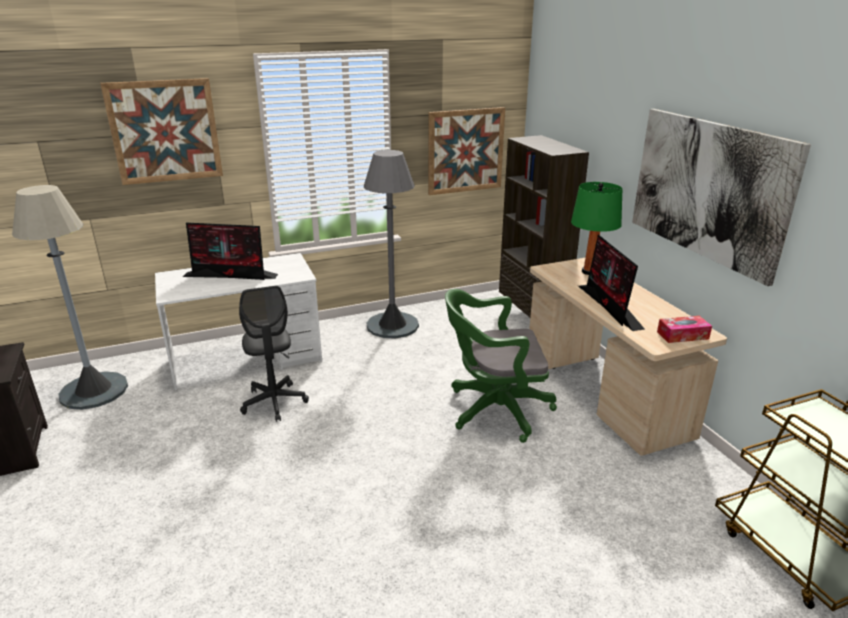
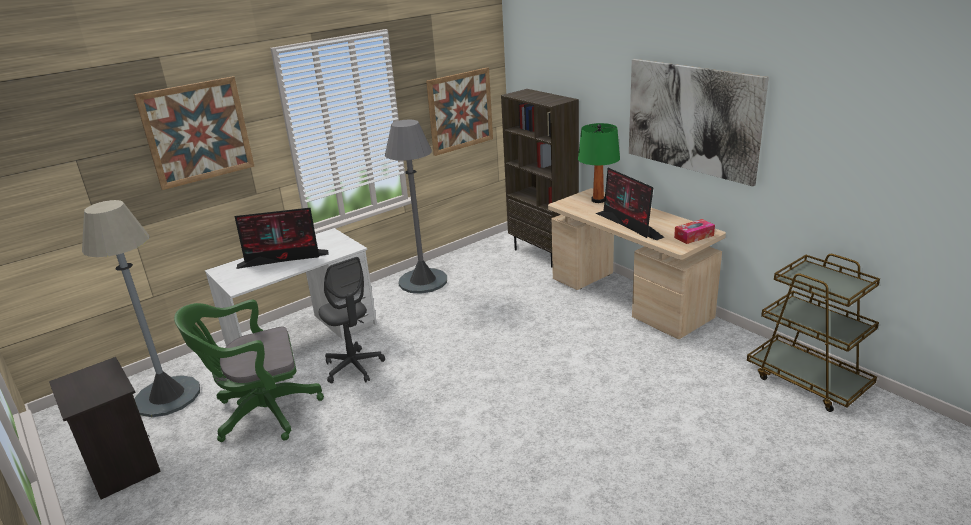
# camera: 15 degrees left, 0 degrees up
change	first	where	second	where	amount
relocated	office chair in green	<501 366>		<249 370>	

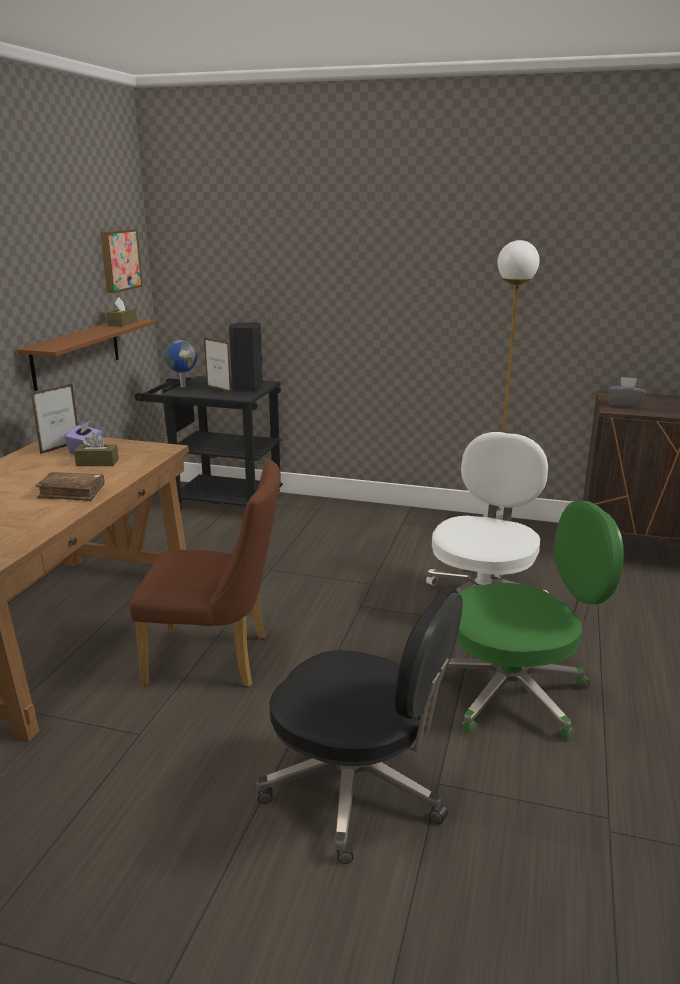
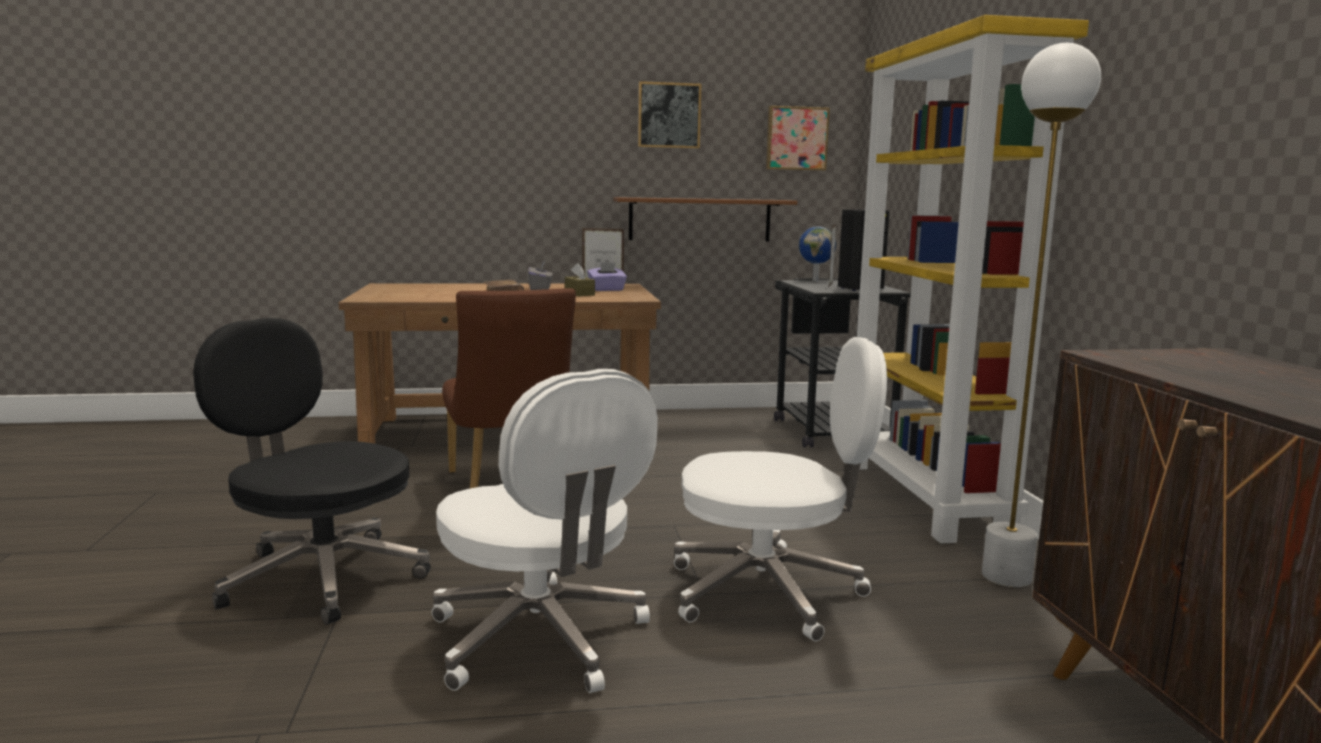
# camera: 65 degrees right, 10 degrees down
change	first	where	second	where	amount
missing	tissue box in brown	<122 312>			
spun	office chair in black	<360 725>		<312 471>	120 degrees clockwise
colour	office chair in green	<533 620>	office chair in white	<545 531>	
relocated	tissue box in grey	<627 392>		<540 275>	
appeared			picture	<670 115>	
appeared			bookcase in yellow	<973 279>	

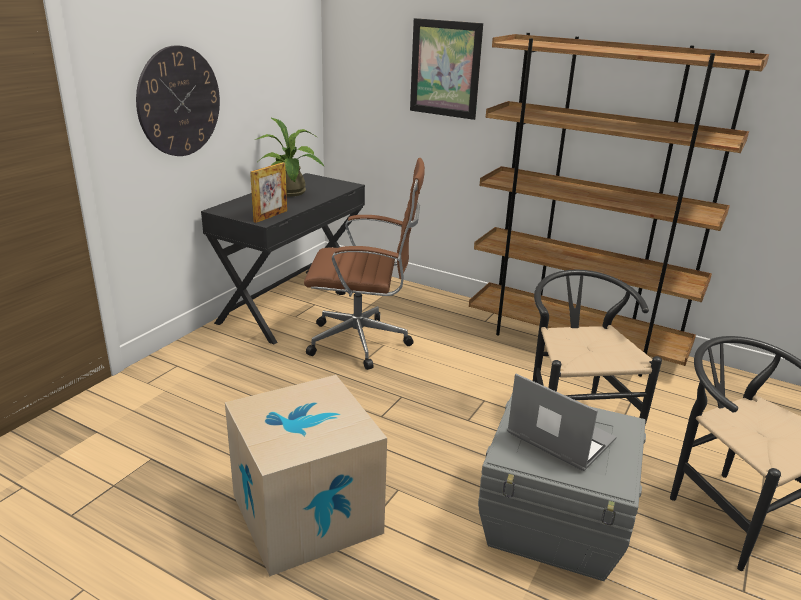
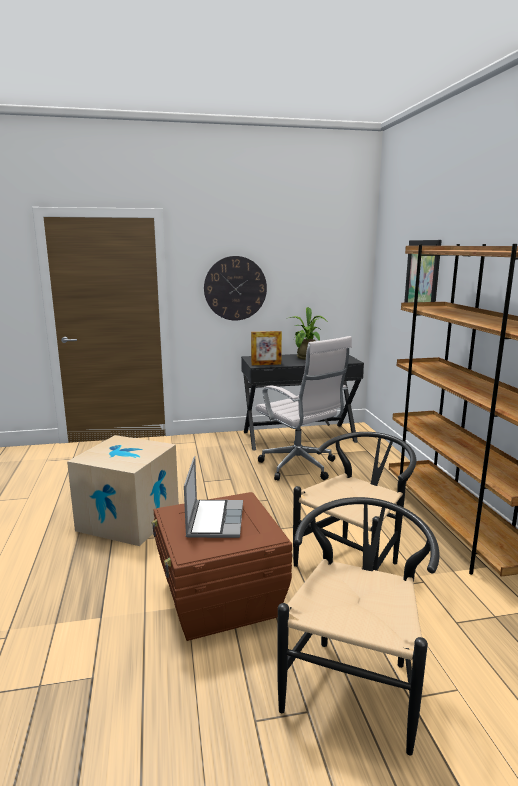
# camera: 50 degrees right, 10 degrees down
change	first	where	second	where	amount
colour	office chair in brown	<364 264>	office chair in white	<303 408>	
colour	storage box in grey	<562 486>	storage box in brown	<222 566>	

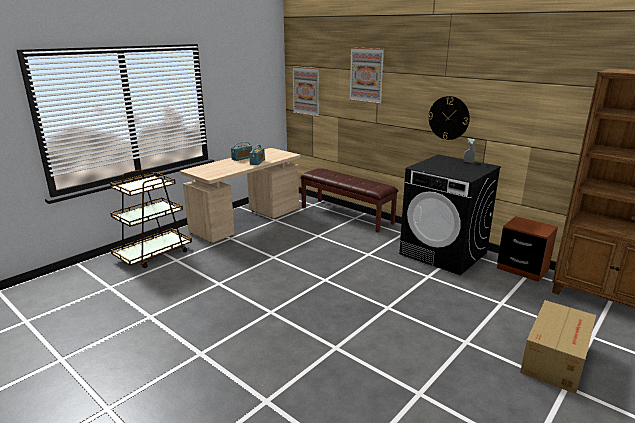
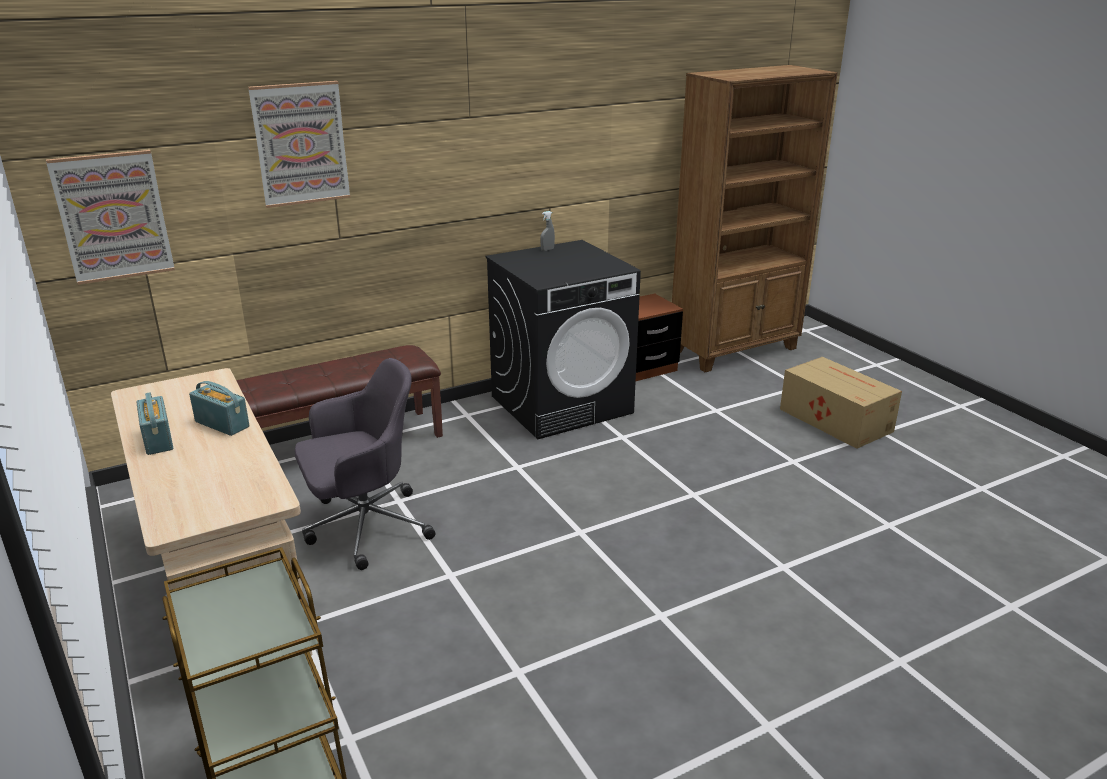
# camera: 70 degrees left, 5 degrees up
change	first	where	second	where	amount
missing	wall clock	<449 118>			
appeared			office chair in grey	<365 464>	

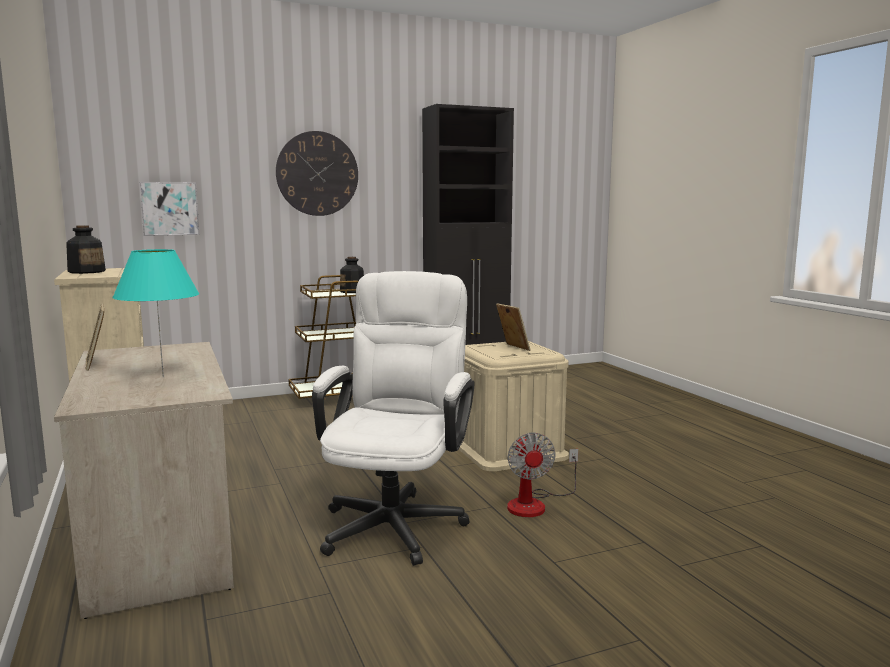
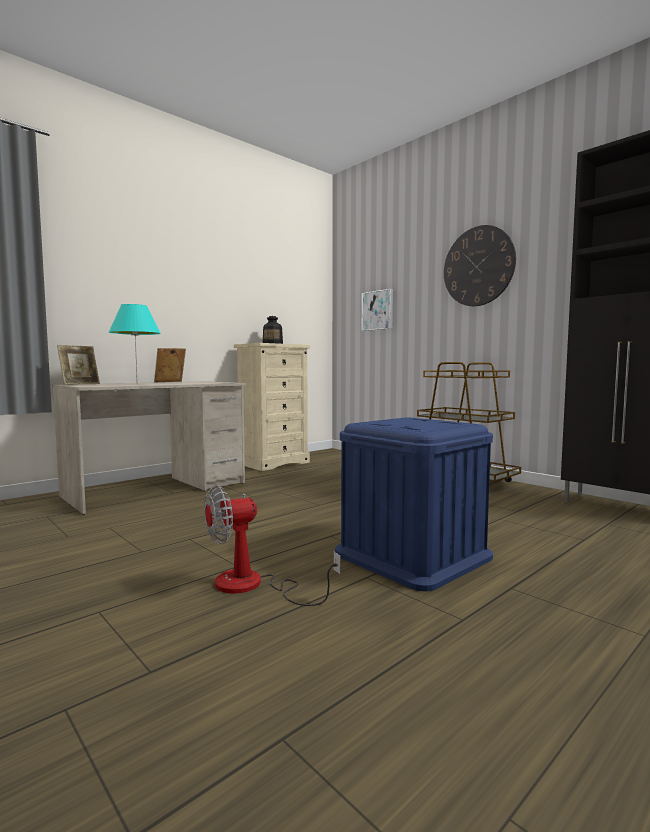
# camera: 70 degrees right, 5 degrees down
change	first	where	second	where	amount
missing	office chair in white	<393 418>			
missing	bottle	<352 275>			
colour	storage box in beige	<513 406>	storage box in blue	<414 504>	
relocated	picture frame	<513 327>		<78 365>	

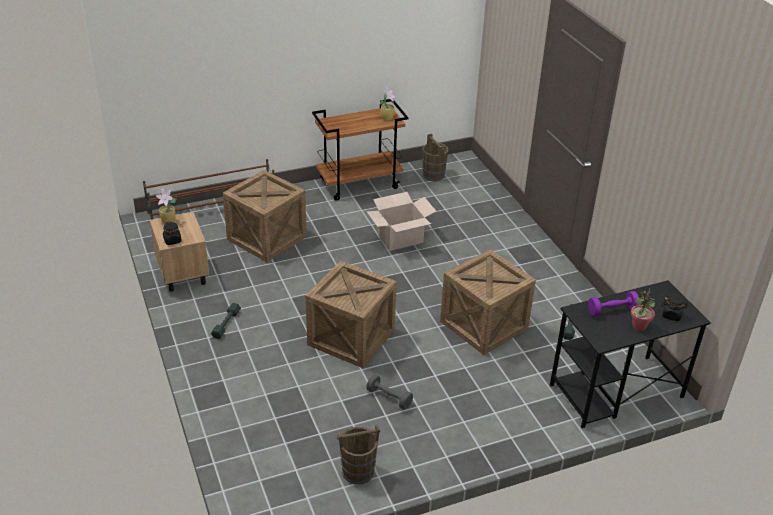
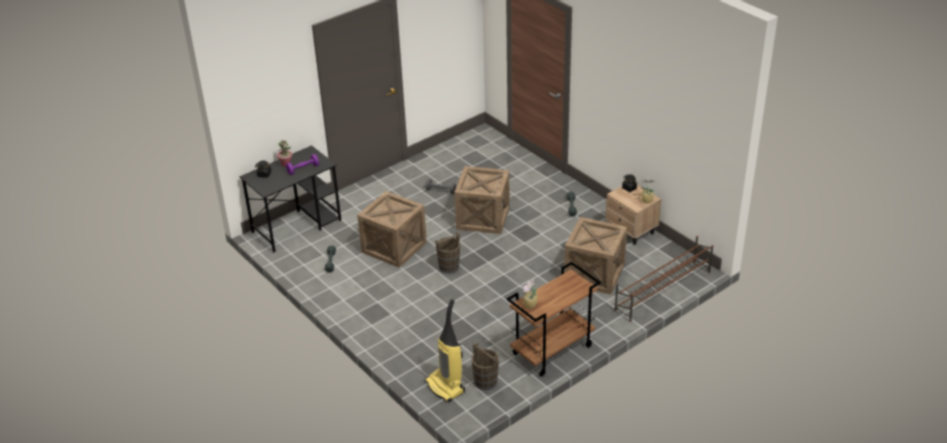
# camera: 165 degrees right, 0 degrees up
change	first	where	second	where	amount
relocated	bucket in brown	<358 454>		<447 253>	
missing	cardboard box	<401 221>			
appeared			vacuum cleaner	<445 351>	

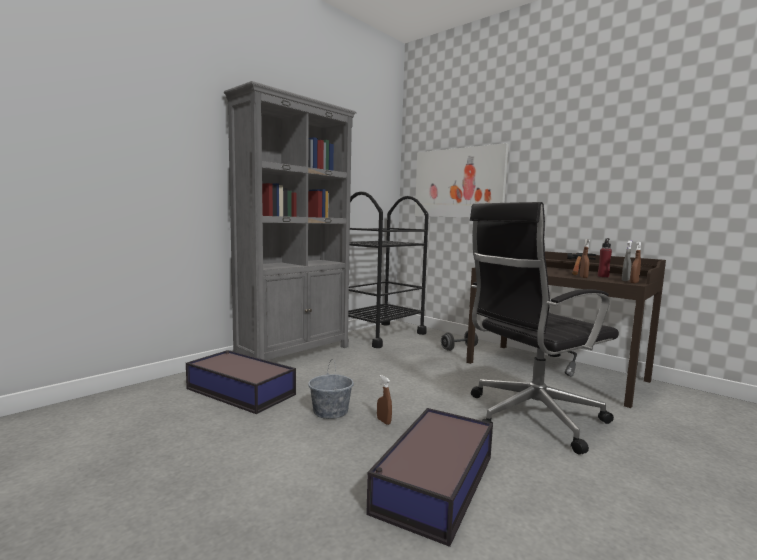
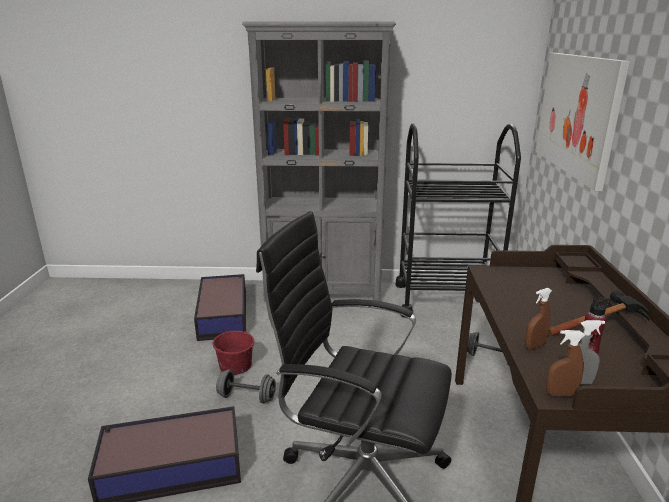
# camera: 50 degrees right, 15 degrees up
change	first	where	second	where	amount
colour	bucket in grey	<331 389>	bucket in red	<233 348>	
exchanged	spray bottle in brown	<384 400>	dumbbell in grey	<246 386>	

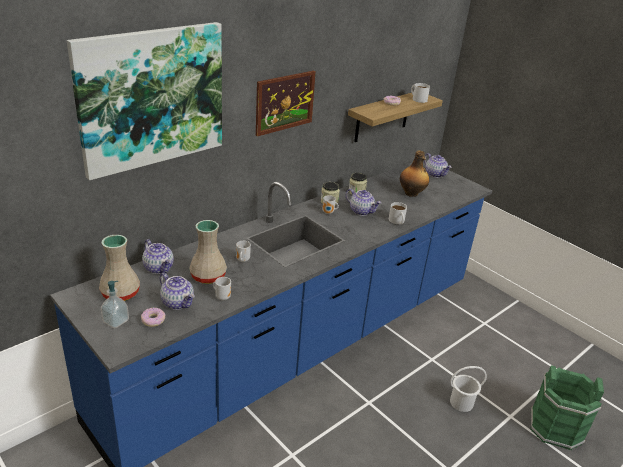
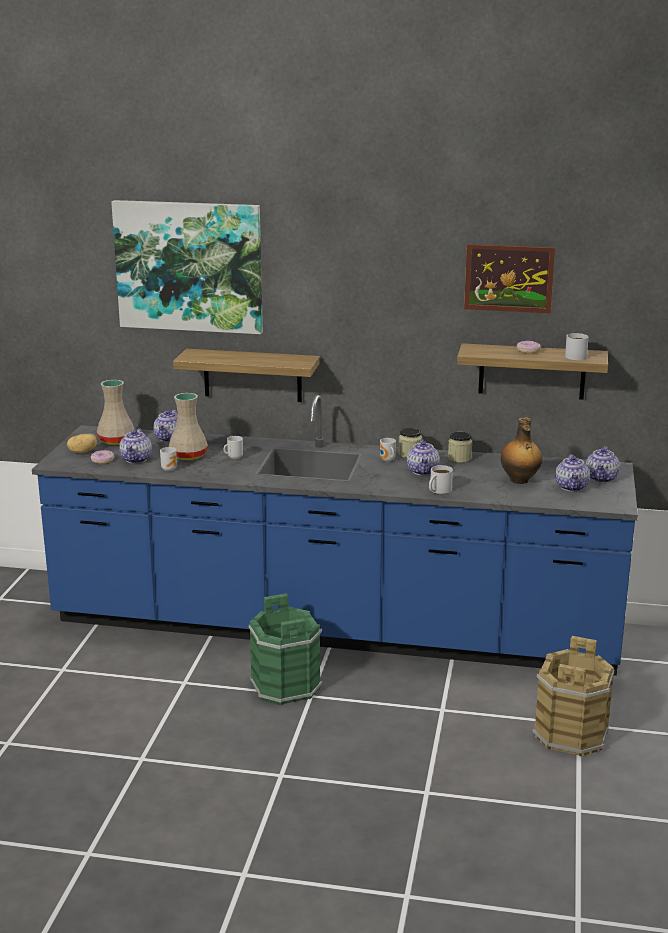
# camera: 55 degrees right, 10 degrees down
change	first	where	second	where	amount
exchanged	soap dispenser	<115 304>	potato	<82 443>	
relocated	picture	<286 103>		<509 278>	
missing	bucket in white	<468 389>			
relocated	bucket in green	<567 407>		<285 649>	
appeared			shelf	<246 375>	
appeared			bucket in brown	<573 696>	
appeared			teapot	<572 472>	

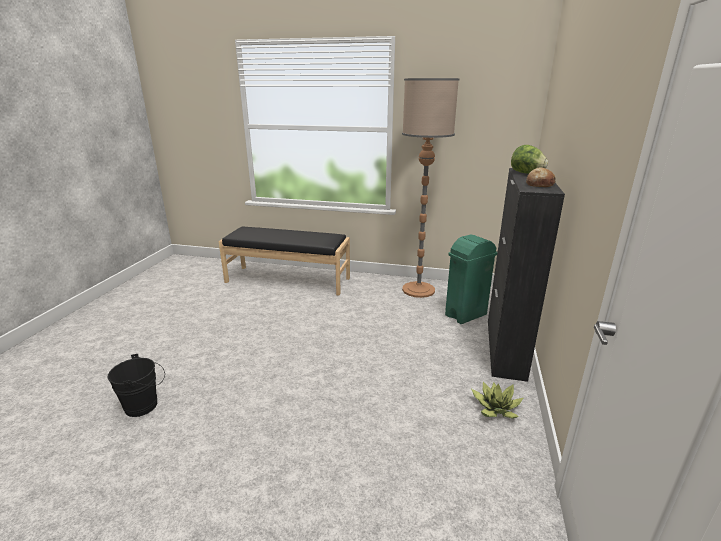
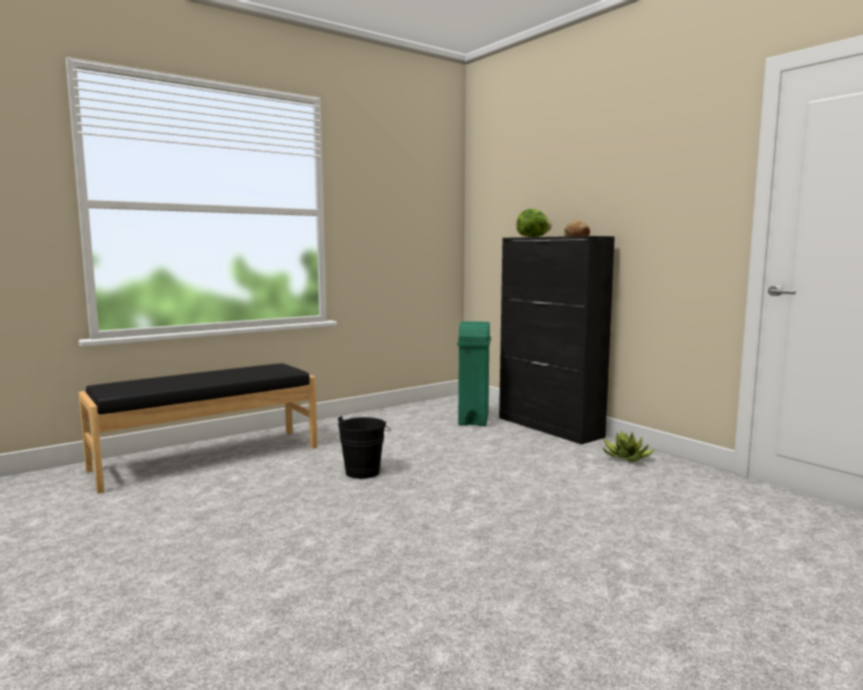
# camera: 50 degrees left, 15 degrees down
change	first	where	second	where	amount
relocated	bucket in black	<136 385>		<364 447>	
missing	floor lamp	<431 188>			

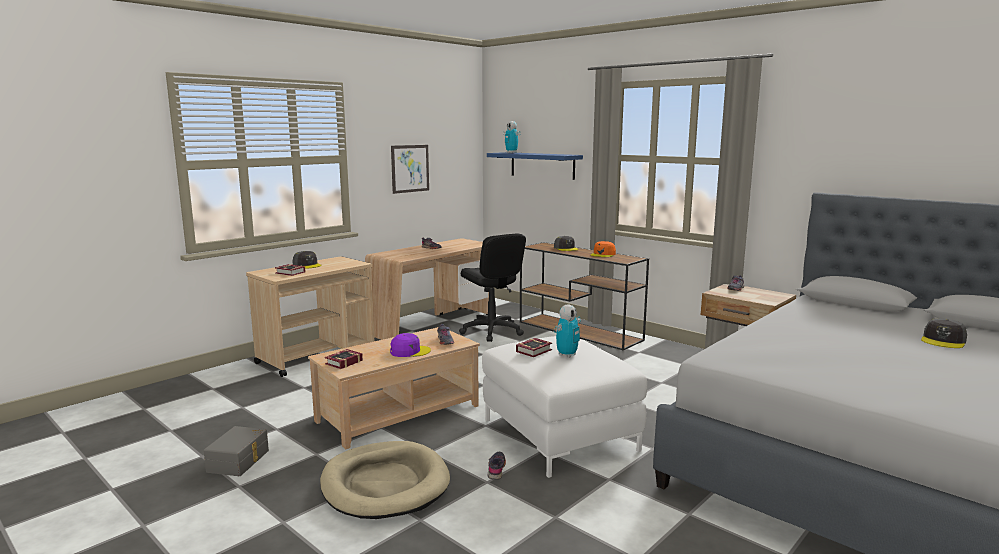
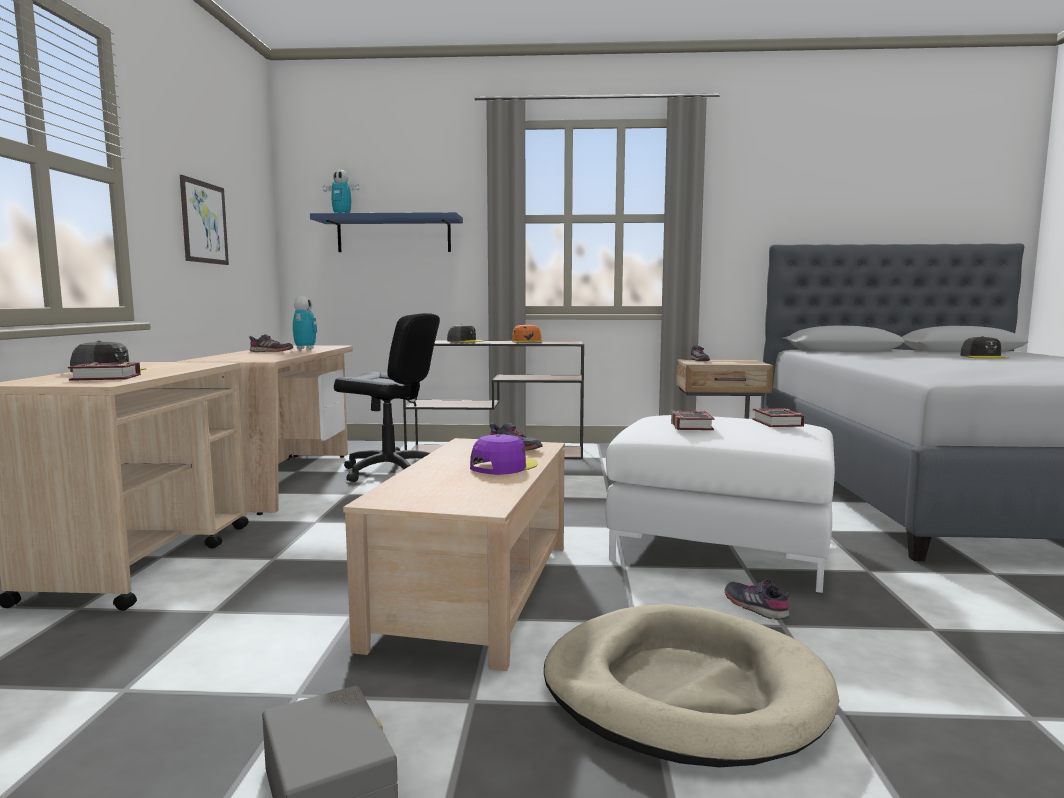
# camera: 40 degrees left, 5 degrees down
change	first	where	second	where	amount
relocated	book	<344 359>		<778 417>	
relocated	toy robot	<567 331>		<305 323>	

